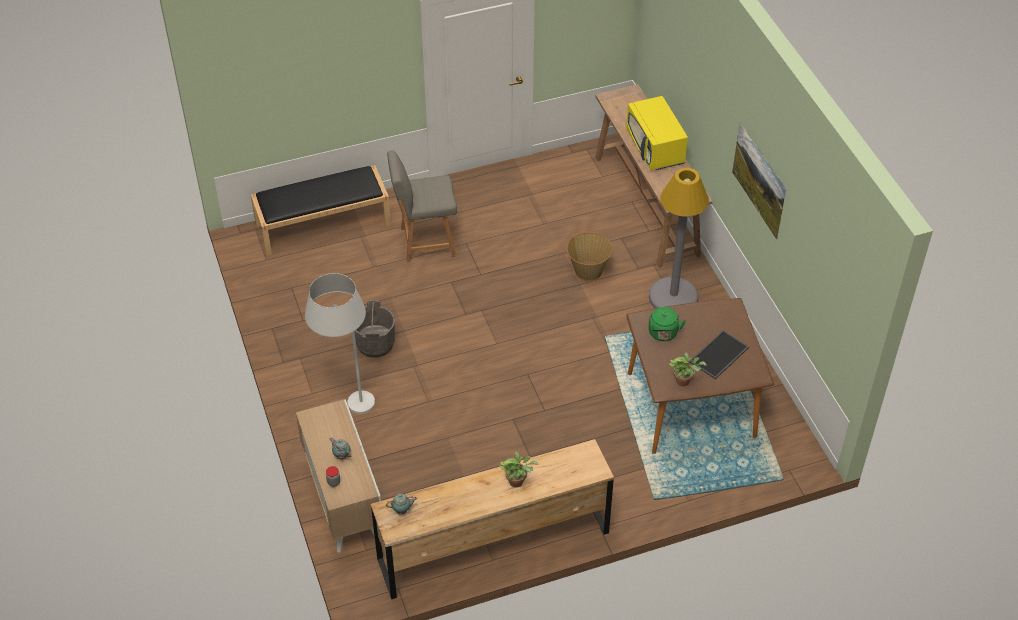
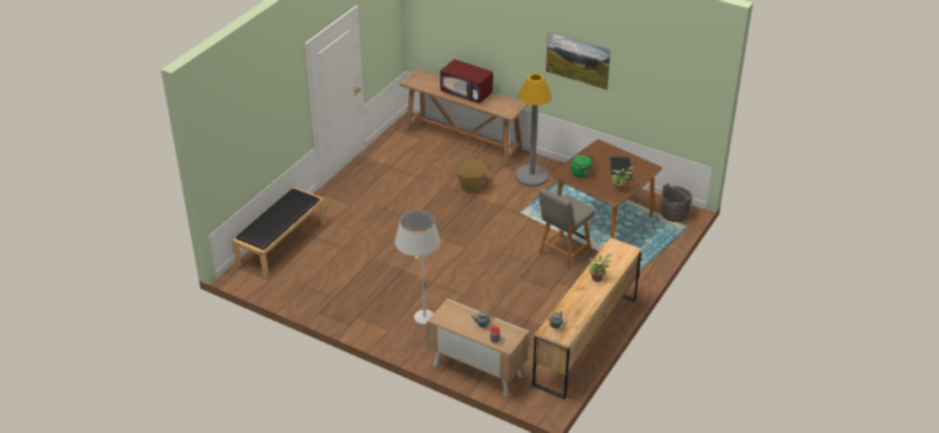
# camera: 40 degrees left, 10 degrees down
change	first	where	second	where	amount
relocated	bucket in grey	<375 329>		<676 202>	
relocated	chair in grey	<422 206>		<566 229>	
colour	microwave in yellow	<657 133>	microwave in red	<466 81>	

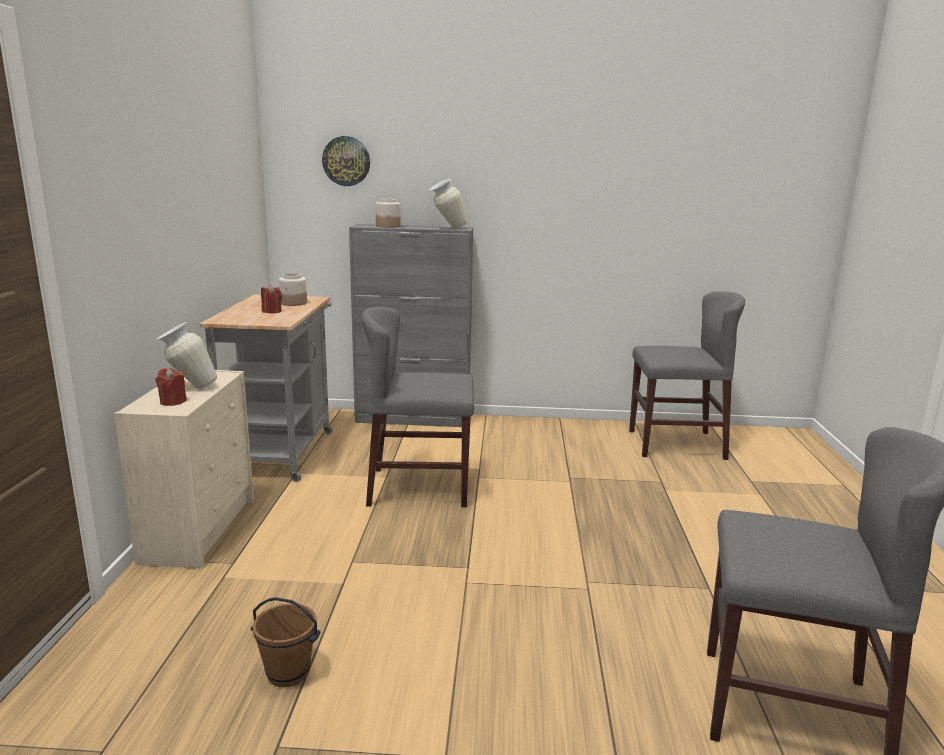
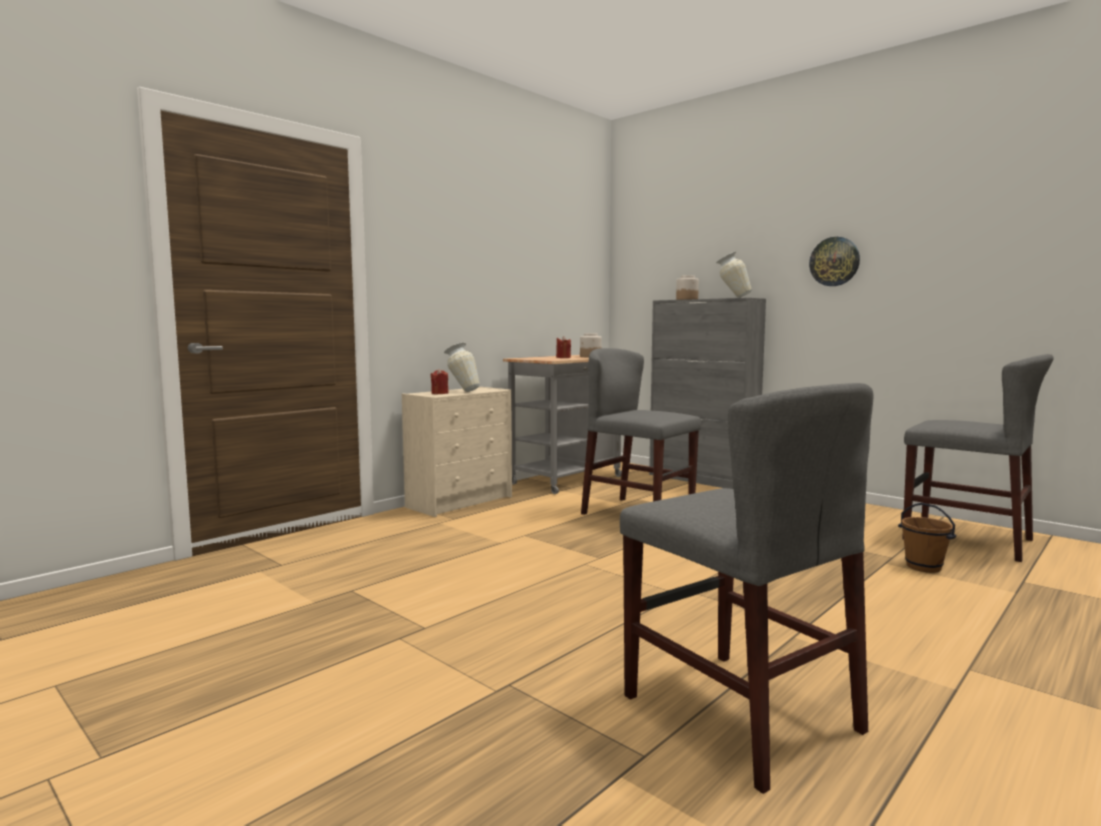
# camera: 40 degrees right, 10 degrees down
change	first	where	second	where	amount
relocated	bucket in brown	<285 642>		<927 538>	
relocated	wall clock	<346 161>		<834 261>	

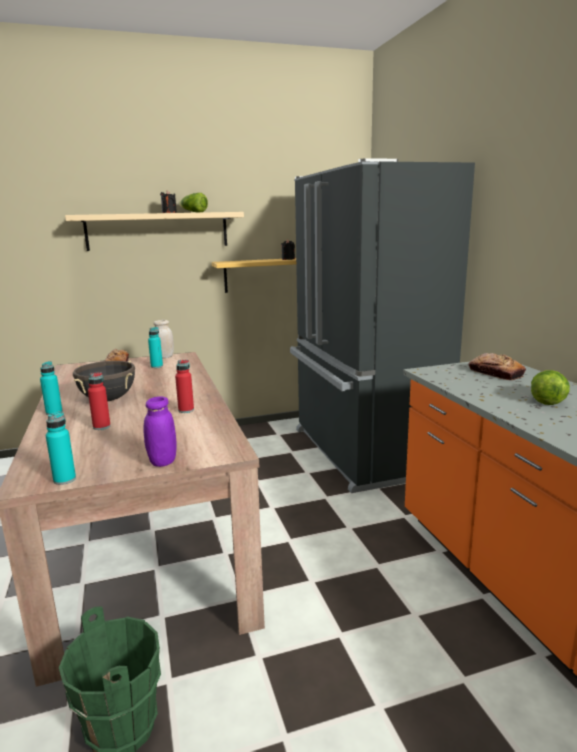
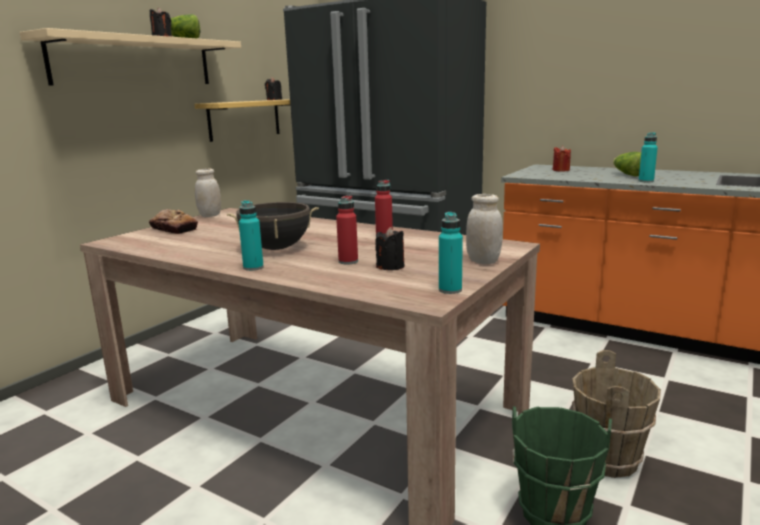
# camera: 40 degrees left, 0 degrees up
change	first	where	second	where	amount
colour	jar in purple	<160 431>	jar in white	<484 229>	
relocated	bottle in turquoise	<155 347>		<648 157>	
exchanged	bread	<497 366>	candle in red	<562 159>	
appeared			candle in black	<389 248>	
appeared			bucket in brown	<616 414>	

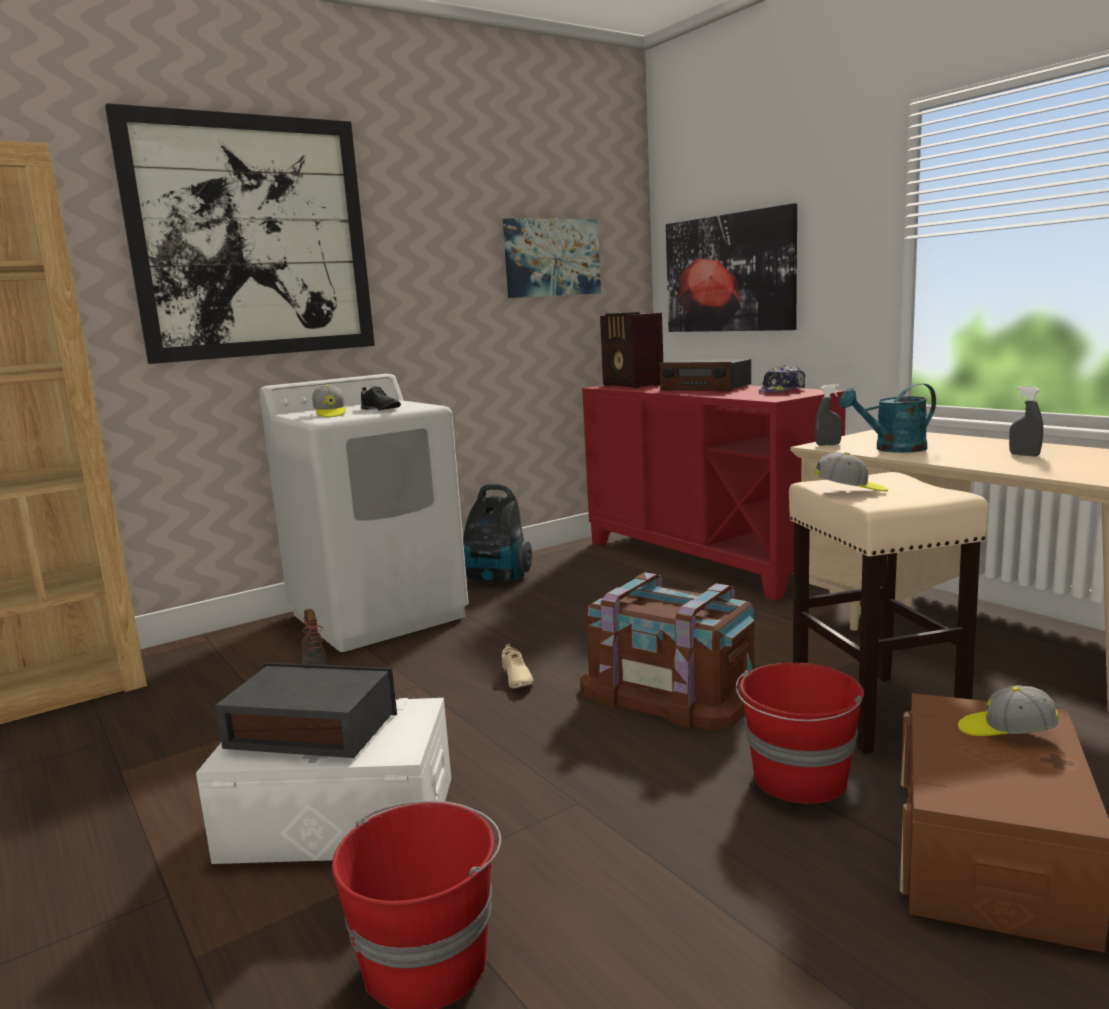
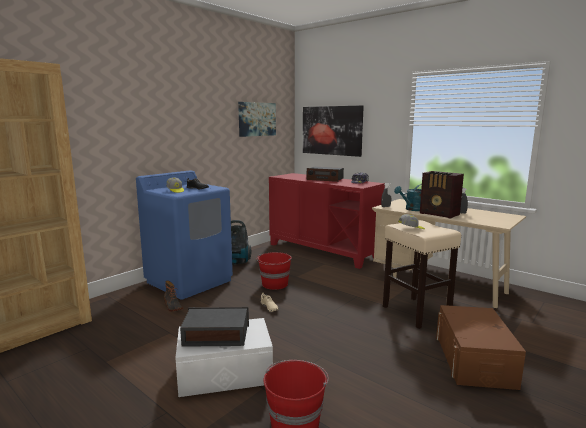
# camera: 15 degrees left, 0 degrees up
change	first	where	second	where	amount
missing	picture	<240 233>			
colour	washing machine in white	<364 513>	washing machine in blue	<184 235>	
missing	storage box in brown	<667 651>			
relocated	radio	<631 350>		<442 195>	
relocated	bucket in red	<800 733>		<274 271>	
missing	cap	<1008 710>			

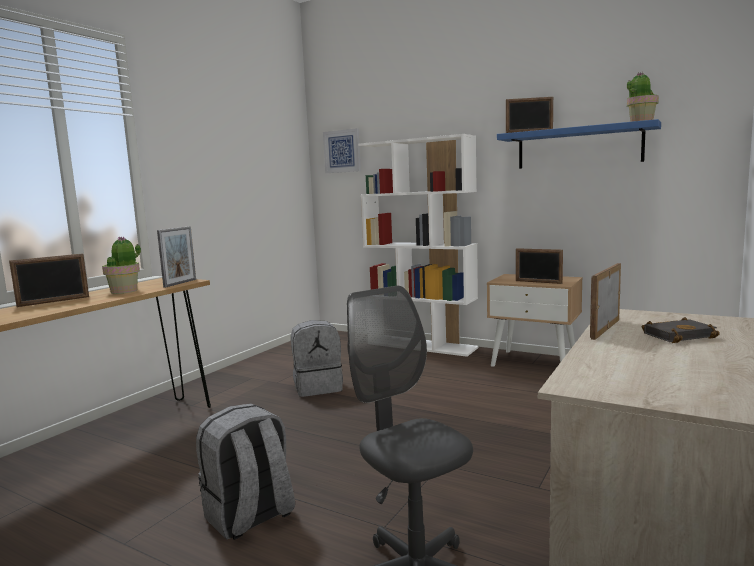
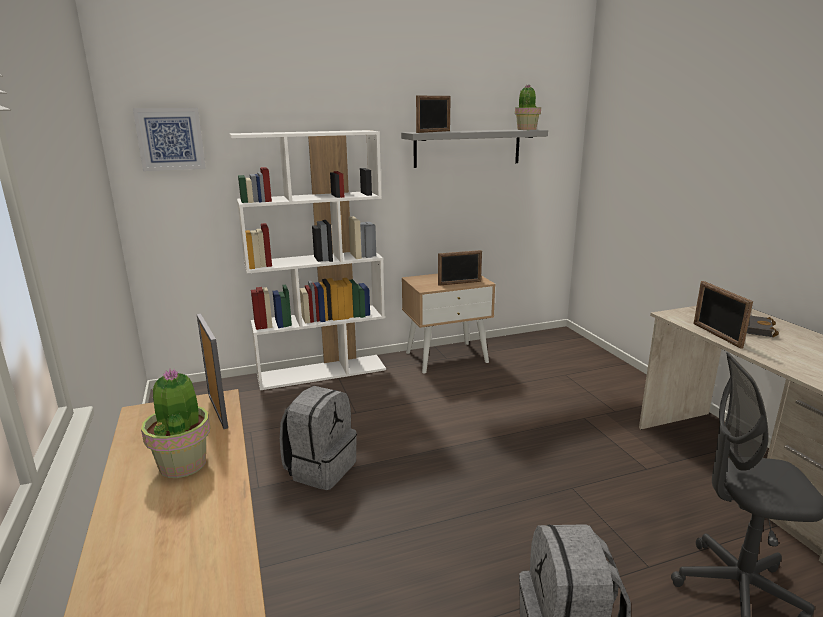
# camera: 50 degrees left, 10 degrees up
change	first	where	second	where	amount
missing	picture frame	<49 280>			
colour	shelf in blue	<579 144>	shelf in grey	<474 149>	

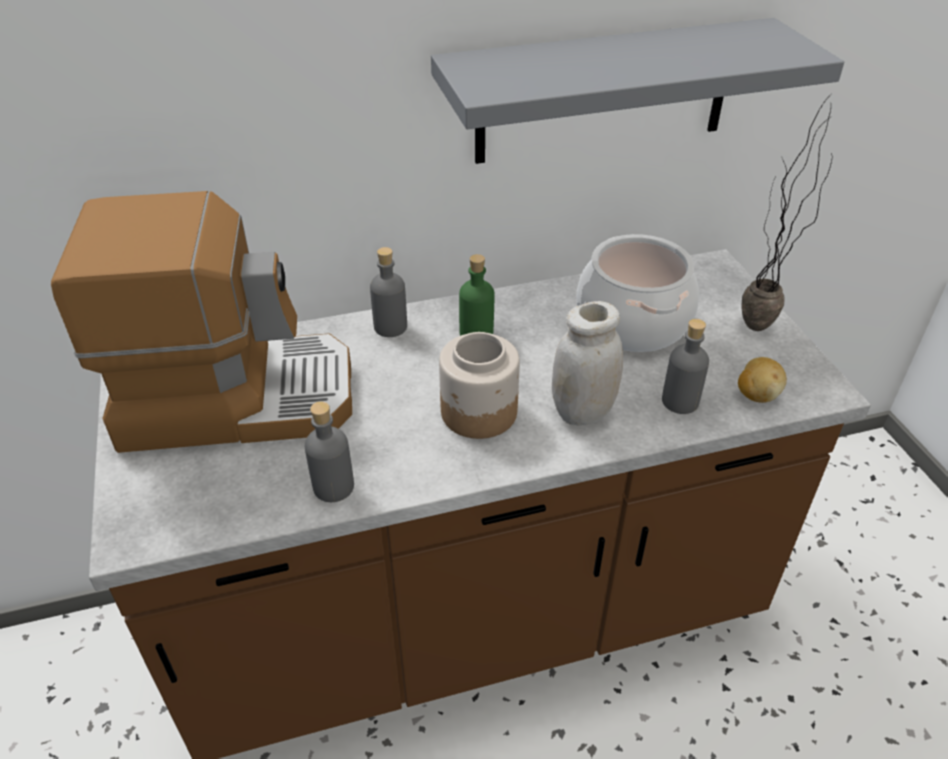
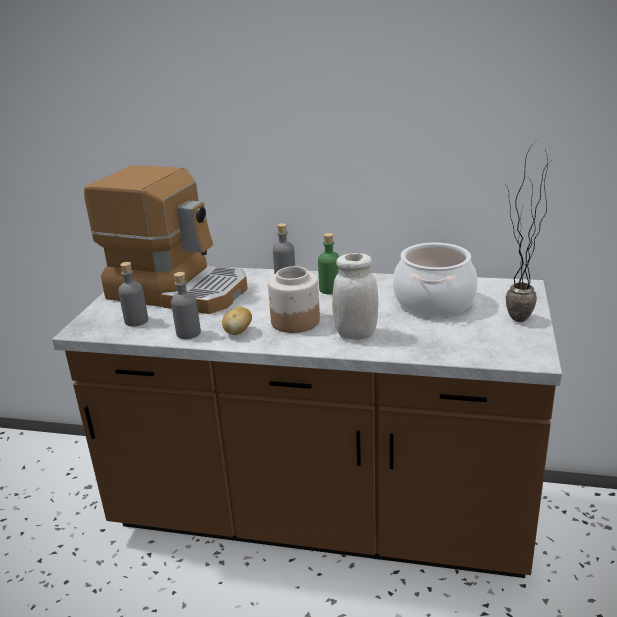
# camera: 30 degrees right, 15 degrees down
change	first	where	second	where	amount
missing	shelf in grey	<637 91>			
relocated	bottle in grey	<685 366>		<133 294>	
relocated	potato	<762 380>		<237 321>	

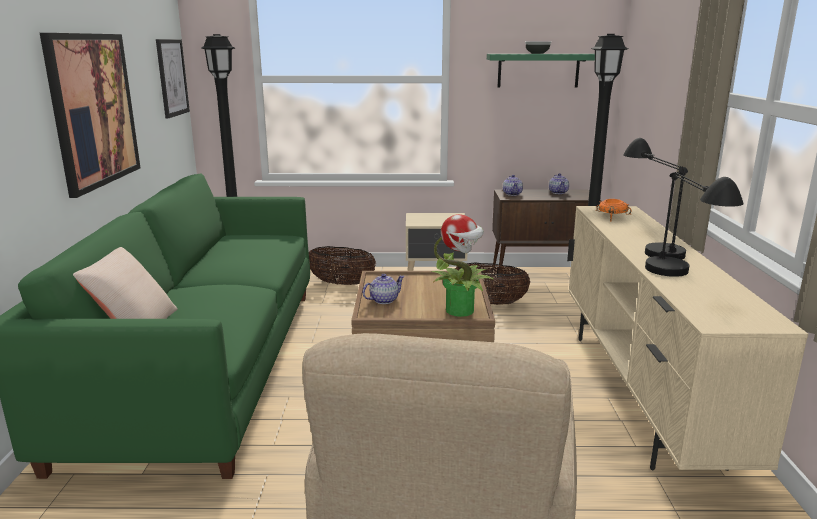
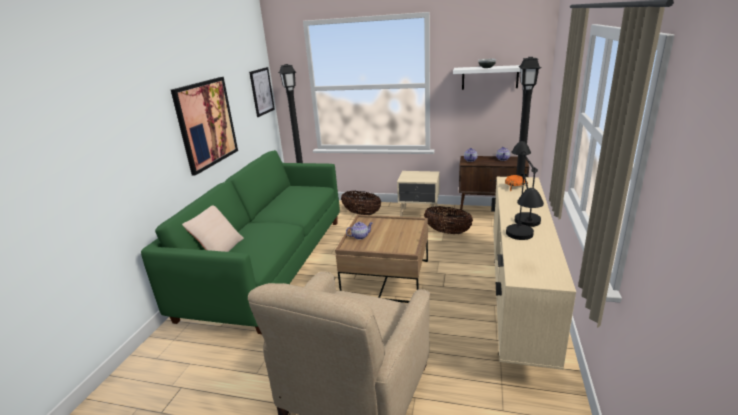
# camera: 15 degrees right, 5 degrees up
change	first	where	second	where	amount
missing	potted plant	<463 265>			
colour	shelf in green	<541 70>	shelf in white	<487 77>	

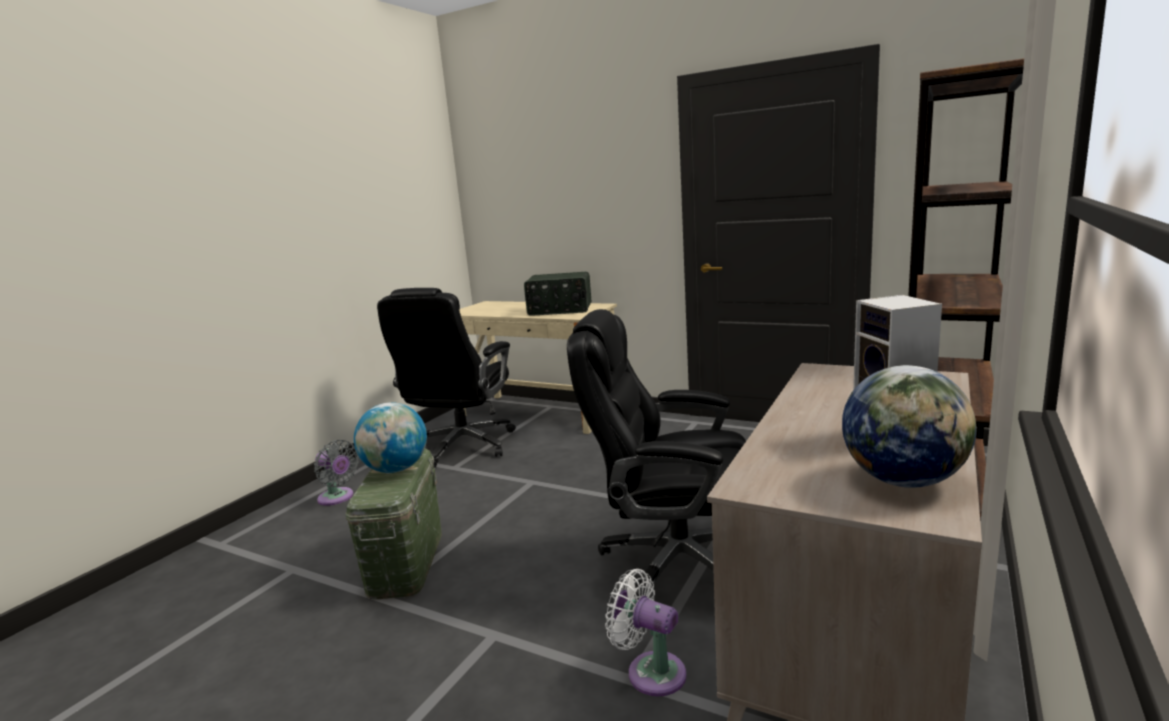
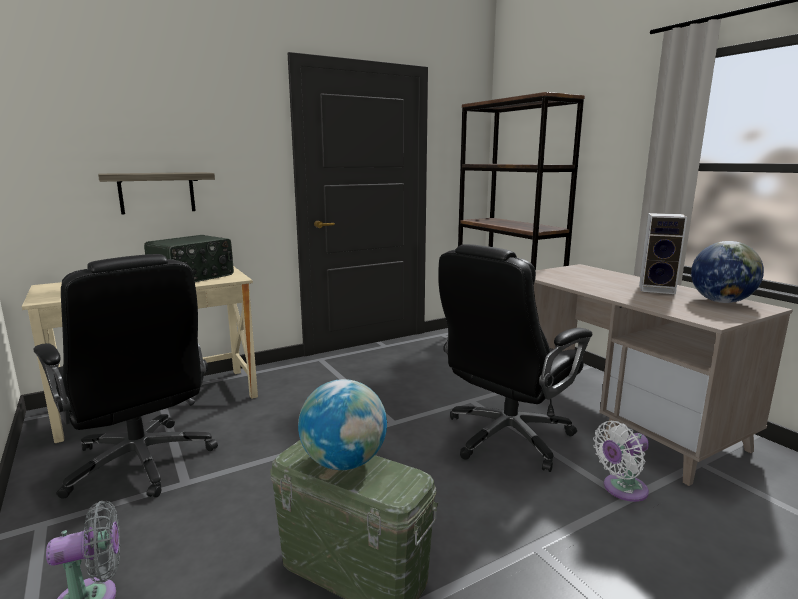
# camera: 60 degrees left, 0 degrees up
change	first	where	second	where	amount
appeared			shelf	<156 193>	

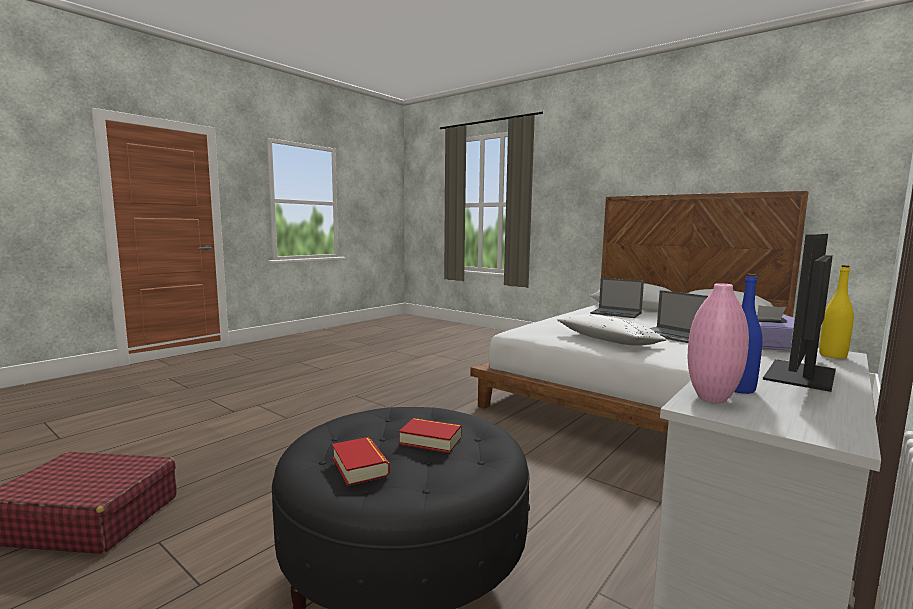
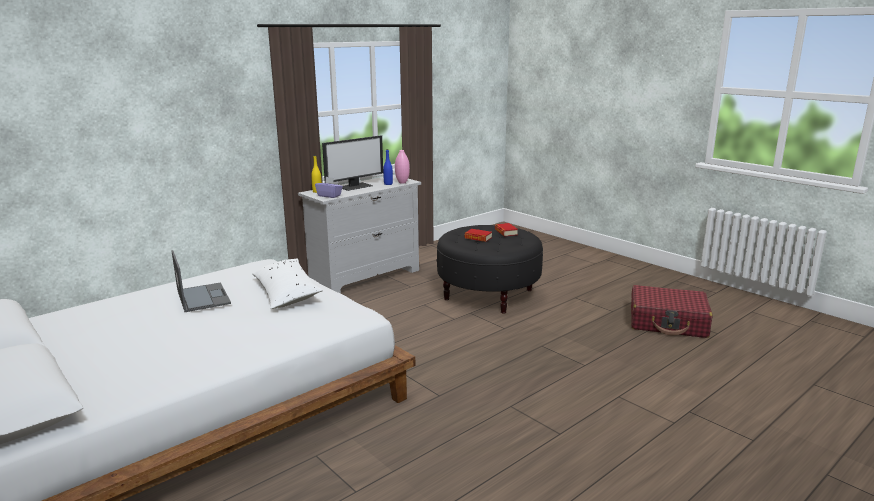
# camera: 170 degrees left, 10 degrees up
change	first	where	second	where	amount
missing	laptop	<617 298>			

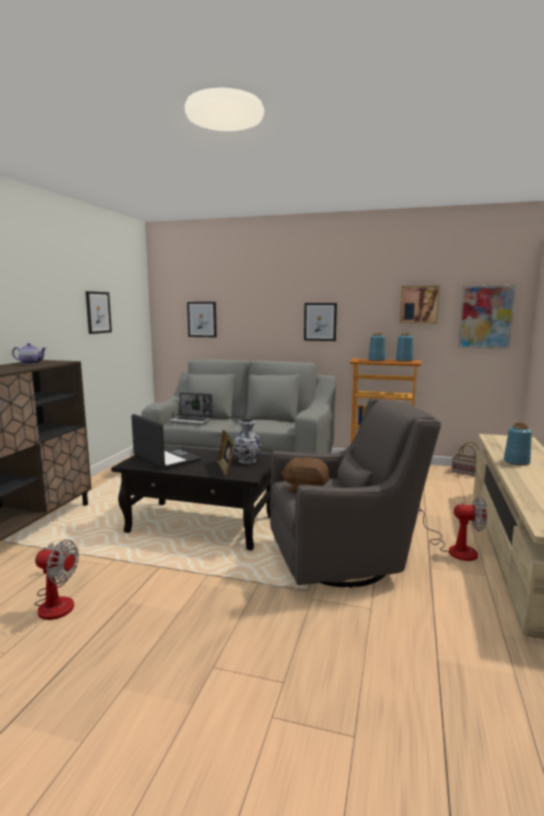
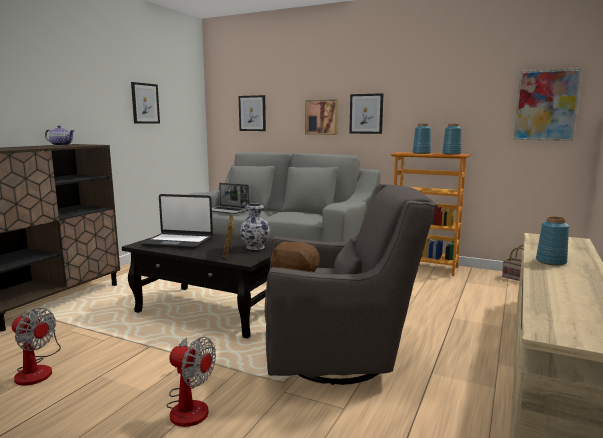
# camera: 10 degrees right, 0 degrees up
change	first	where	second	where	amount
spun	laptop	<166 441>		<177 221>	135 degrees clockwise
relocated	picture	<420 305>		<321 117>	
relocated	fan	<453 528>		<191 382>	

